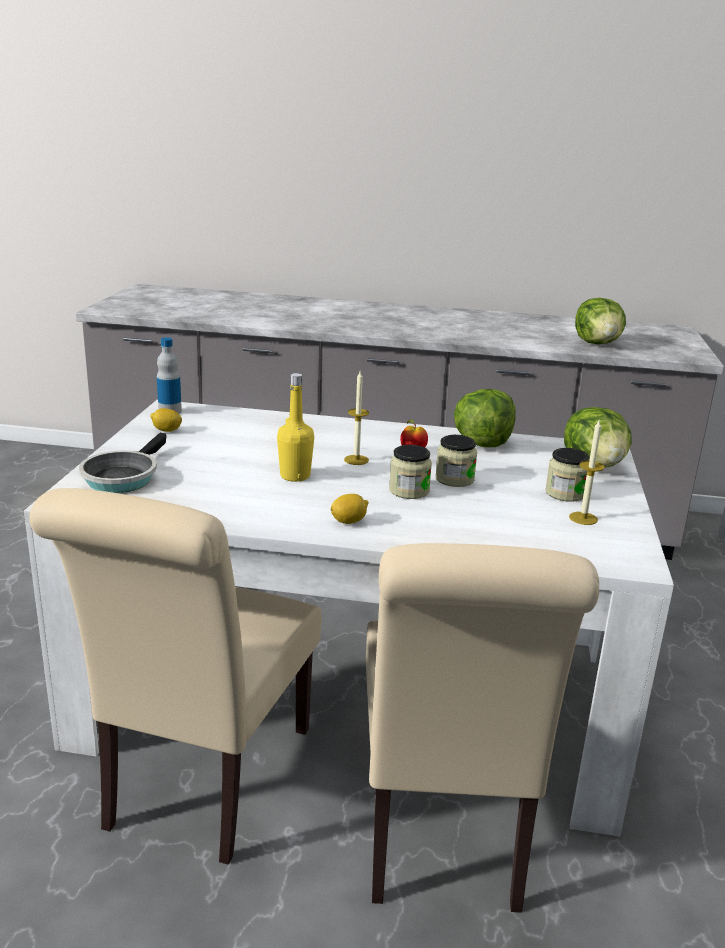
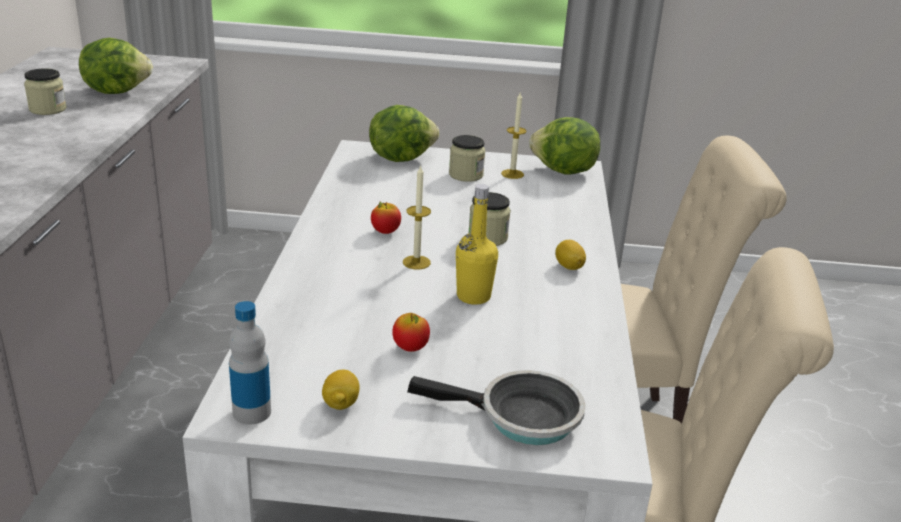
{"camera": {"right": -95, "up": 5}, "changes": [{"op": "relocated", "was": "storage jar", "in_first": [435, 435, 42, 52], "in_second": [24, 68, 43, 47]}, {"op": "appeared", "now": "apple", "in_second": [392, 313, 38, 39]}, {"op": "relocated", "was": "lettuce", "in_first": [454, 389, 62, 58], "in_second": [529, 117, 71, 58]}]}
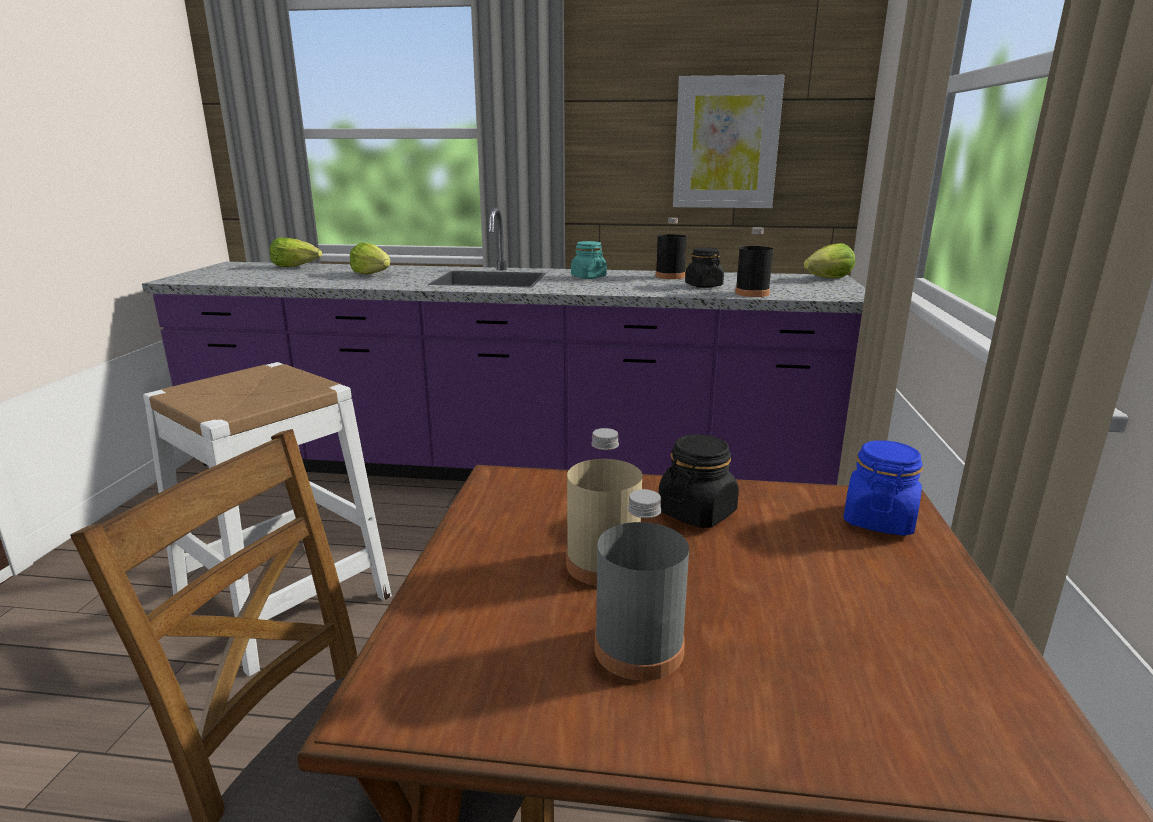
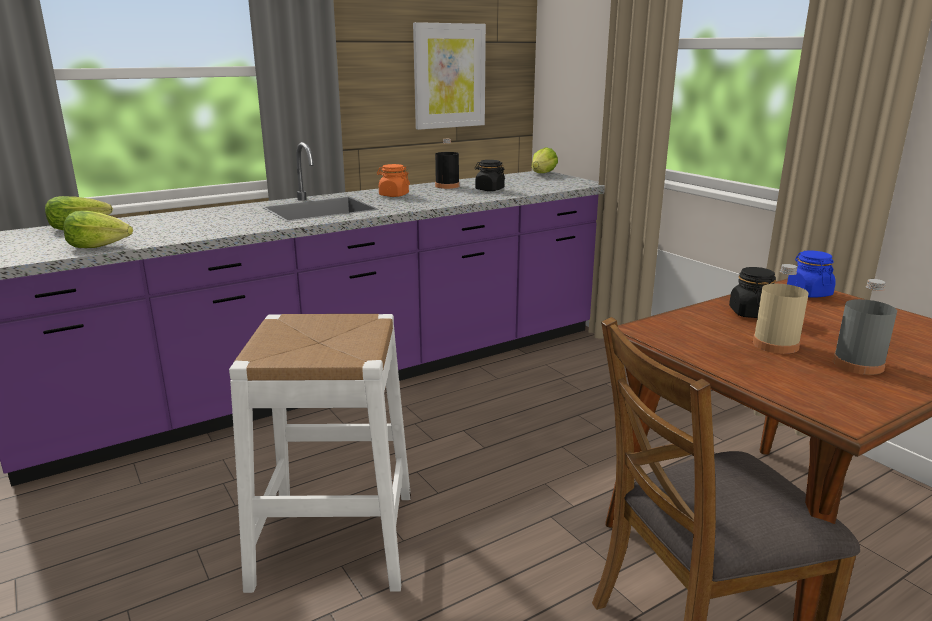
{"camera": {"right": -40, "up": 0}, "changes": [{"op": "relocated", "was": "lettuce", "in_first": [350, 243, 40, 31], "in_second": [63, 211, 70, 37]}, {"op": "colour", "was": "turquoise storage jar", "now": "orangey storage jar", "in_first": [571, 241, 36, 38], "in_second": [377, 164, 33, 33]}, {"op": "missing", "was": "blackish bottle", "in_first": [735, 227, 38, 70]}]}
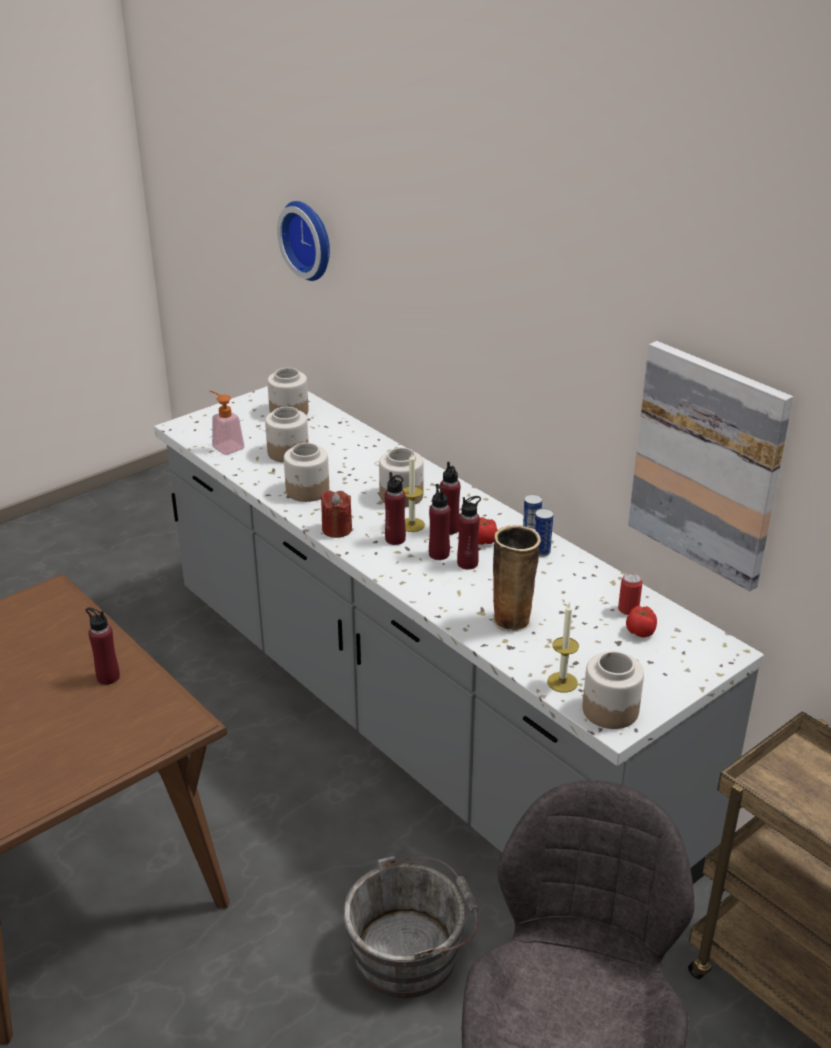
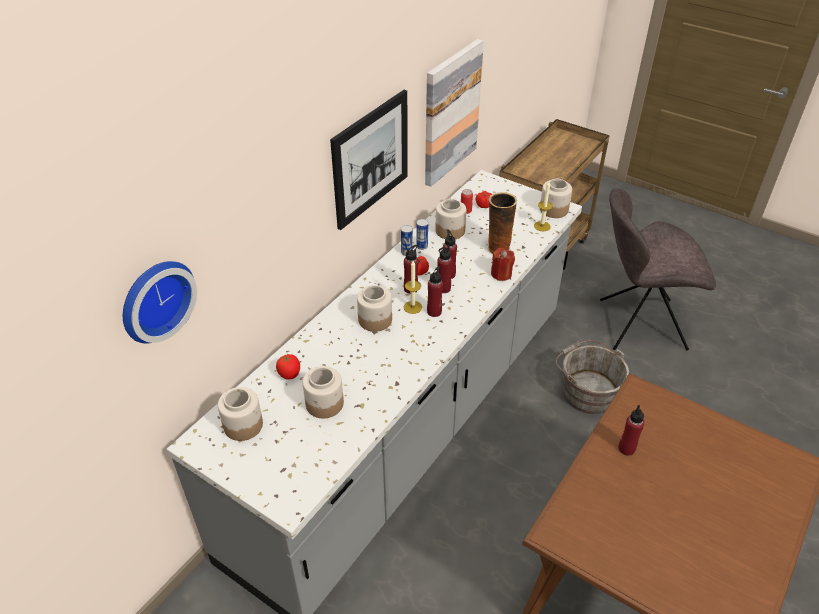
{"camera": {"right": -105, "up": 10}, "changes": [{"op": "appeared", "now": "whole tomato", "in_second": [276, 354, 24, 26]}, {"op": "appeared", "now": "wall art", "in_second": [330, 90, 78, 140]}, {"op": "relocated", "was": "storage jar", "in_first": [284, 443, 45, 59], "in_second": [435, 199, 31, 40]}, {"op": "relocated", "was": "reddish wax light", "in_first": [320, 490, 32, 48], "in_second": [491, 248, 24, 33]}, {"op": "missing", "was": "soap bottle", "in_first": [210, 391, 35, 64]}]}
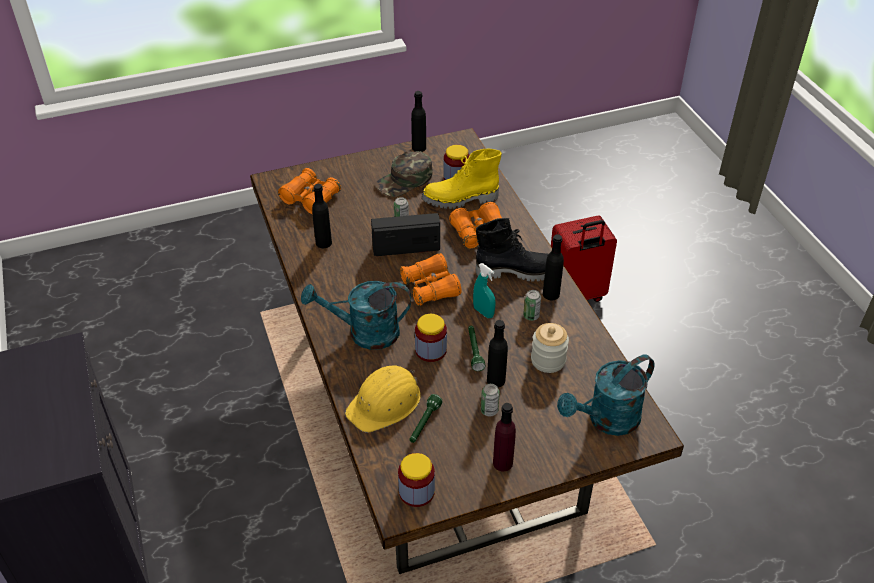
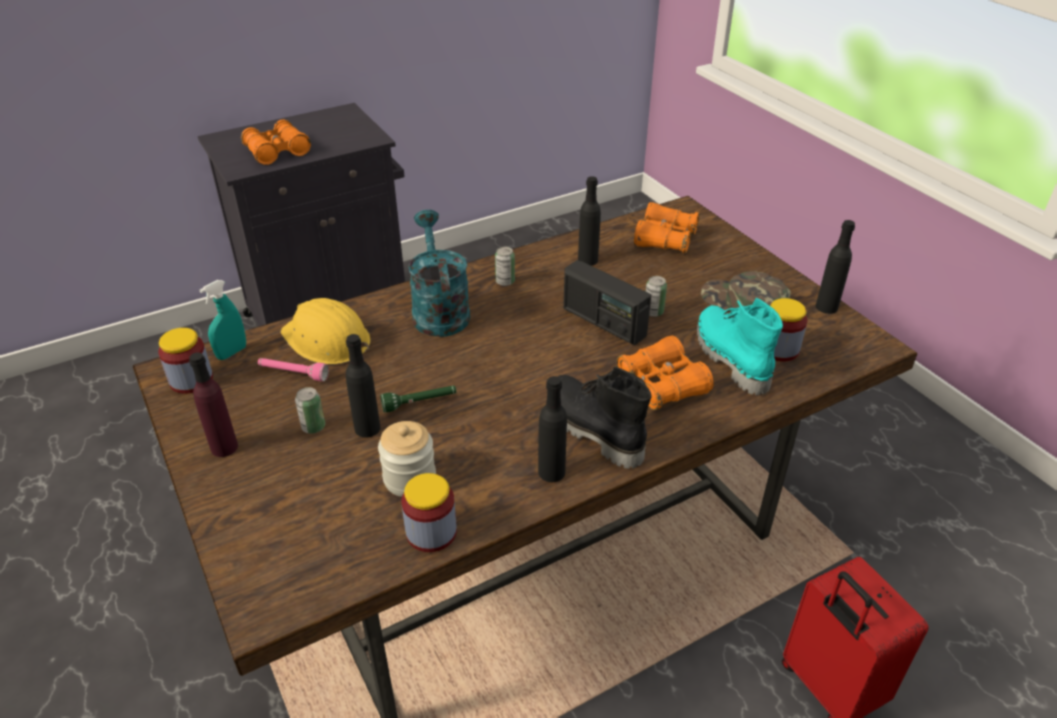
{"camera": {"right": 80, "up": -5}, "changes": [{"op": "relocated", "was": "turquoise hand sprayer", "in_first": [473, 263, 23, 55], "in_second": [199, 280, 47, 80]}, {"op": "relocated", "was": "orangey pair of binoculars", "in_first": [400, 253, 62, 53], "in_second": [241, 119, 70, 46]}, {"op": "colour", "was": "greenish hand torch", "now": "pink-coloured hand torch", "in_first": [410, 394, 32, 49], "in_second": [258, 358, 71, 24]}, {"op": "relocated", "was": "storage jar", "in_first": [415, 314, 32, 48], "in_second": [402, 473, 55, 79]}, {"op": "relocated", "was": "metal can", "in_first": [523, 290, 18, 31], "in_second": [495, 247, 20, 39]}, {"op": "spun", "was": "blackish boot", "in_first": [476, 218, 72, 64], "in_second": [558, 367, 94, 102], "clockwise": 150}, {"op": "spun", "was": "radio receiver", "in_first": [371, 213, 69, 43], "in_second": [563, 260, 88, 85], "clockwise": 150}, {"op": "colour", "was": "yellow-coloured boot", "now": "turquoise boot", "in_first": [422, 149, 80, 60], "in_second": [697, 298, 86, 97]}, {"op": "missing", "was": "turquoise sprinkling can", "in_first": [557, 354, 97, 82]}]}
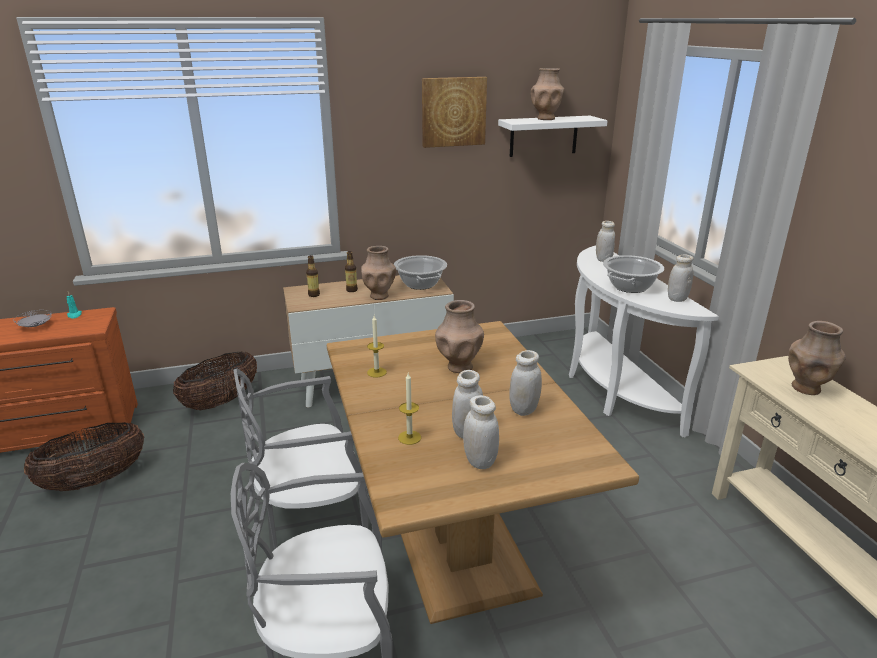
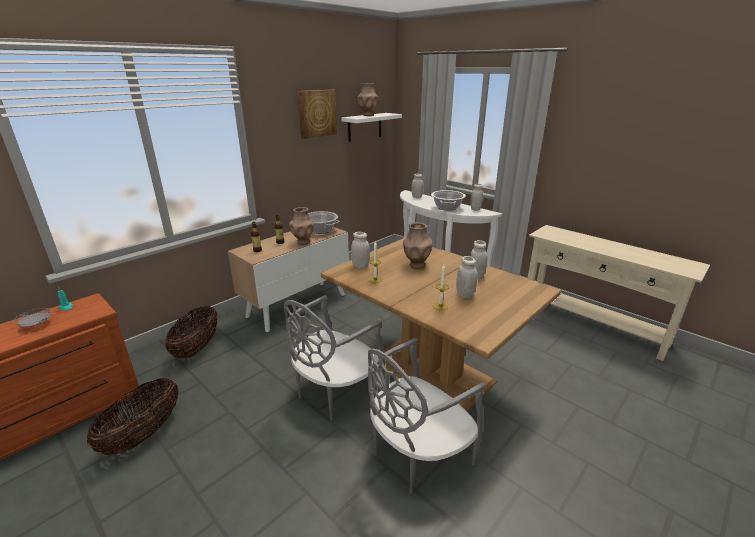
{"camera": {"right": -30, "up": 0}, "changes": [{"op": "relocated", "was": "whitish storage jar", "in_first": [463, 395, 36, 74], "in_second": [351, 232, 19, 37]}, {"op": "missing", "was": "brown-coloured decorative vase", "in_first": [788, 321, 58, 74]}]}
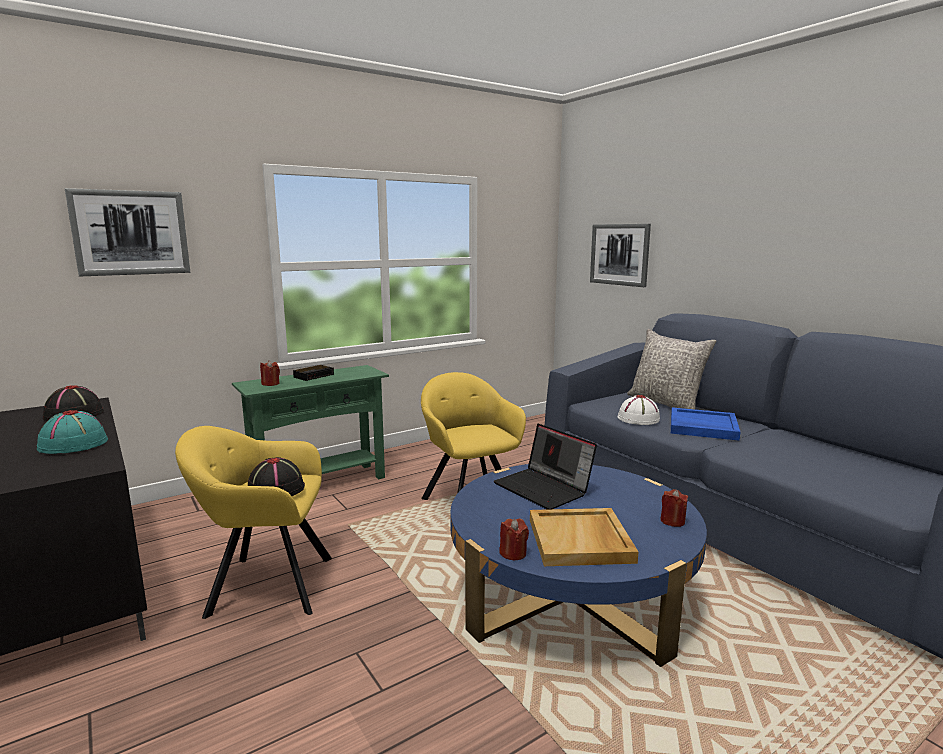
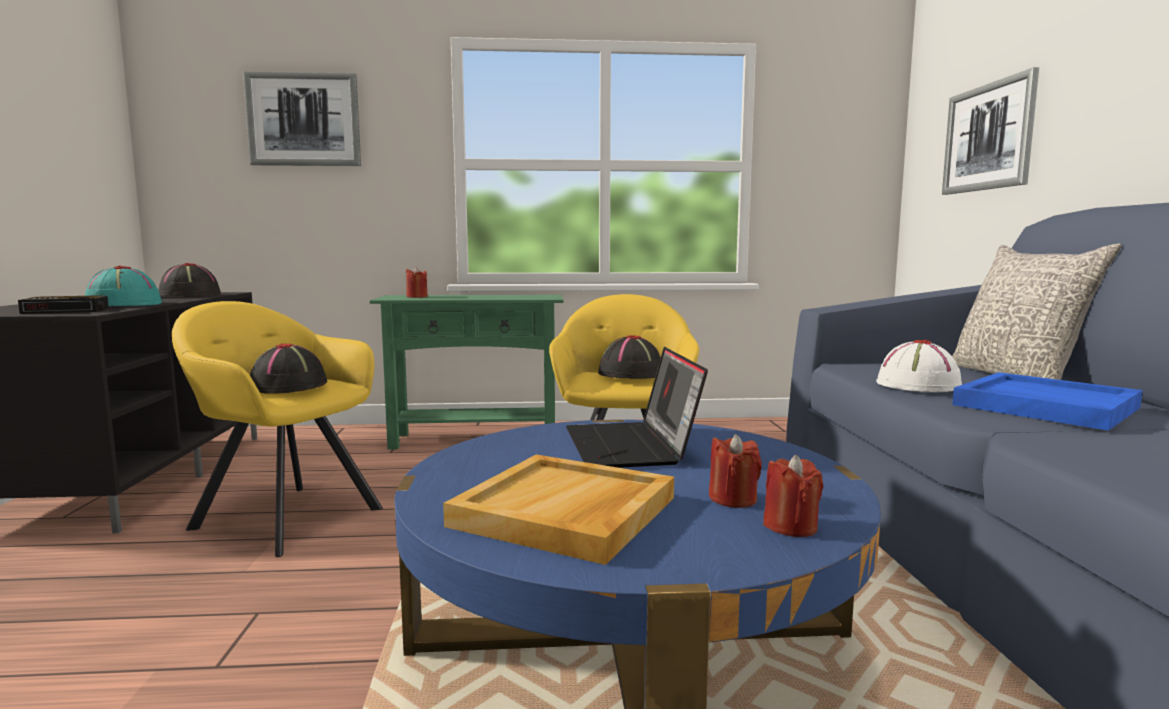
{"camera": {"right": 30, "up": -5}, "changes": [{"op": "relocated", "was": "alarm clock", "in_first": [293, 365, 41, 16], "in_second": [18, 295, 91, 19]}, {"op": "appeared", "now": "blackish wearable hat", "in_second": [598, 335, 63, 44]}, {"op": "relocated", "was": "reddish wax light", "in_first": [499, 519, 30, 41], "in_second": [709, 434, 53, 74]}]}
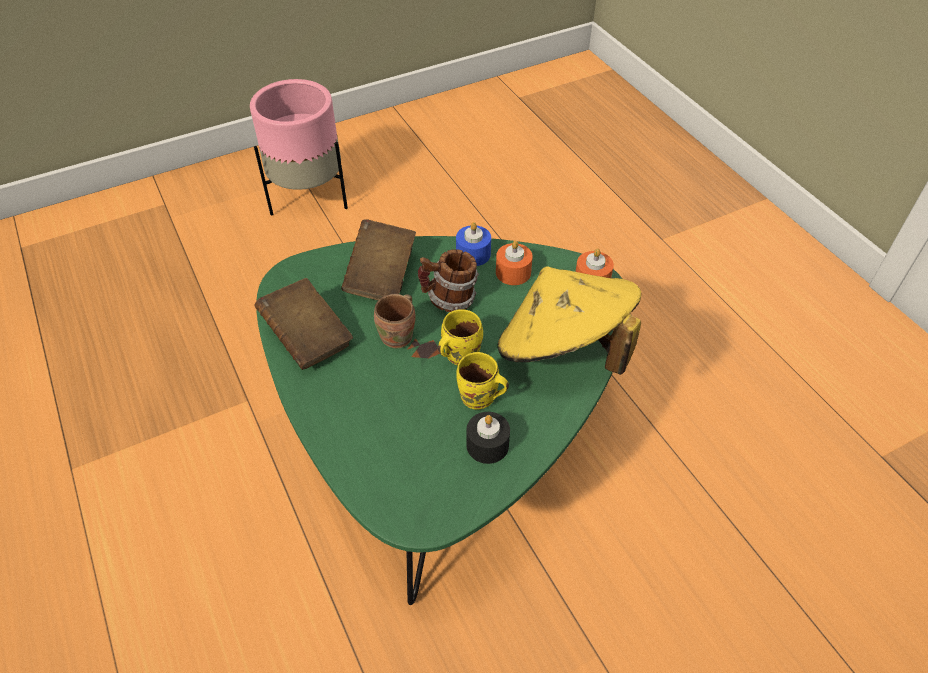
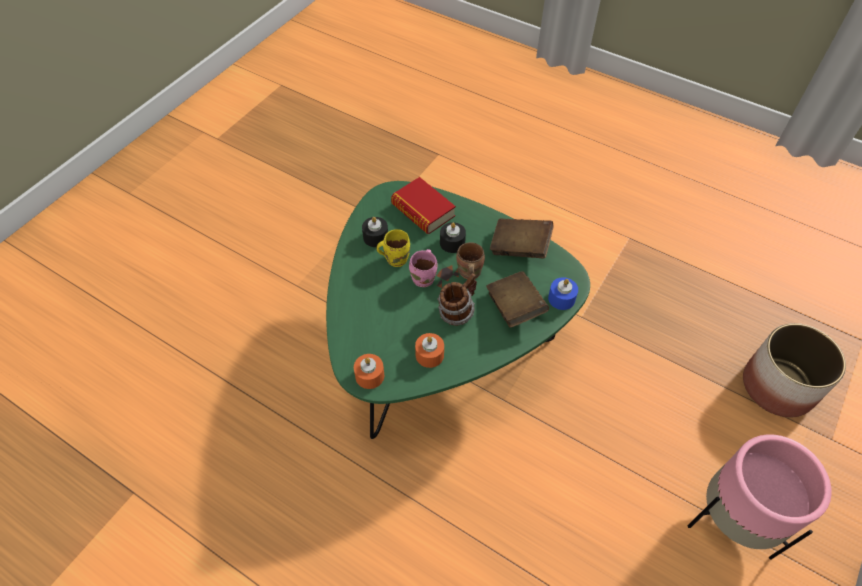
{"camera": {"right": 150, "up": 5}, "changes": [{"op": "appeared", "now": "volume", "in_second": [391, 177, 65, 57]}, {"op": "colour", "was": "yellow-coloured mug", "now": "pink-coloured mug", "in_first": [438, 309, 45, 56], "in_second": [409, 249, 29, 38]}, {"op": "appeared", "now": "blackish wax light", "in_second": [440, 222, 26, 31]}, {"op": "relocated", "was": "blue wax light", "in_first": [456, 222, 35, 44], "in_second": [548, 277, 30, 33]}, {"op": "appeared", "now": "plant pot", "in_second": [743, 323, 103, 94]}, {"op": "missing", "was": "yellow-coloured wearable hat", "in_first": [498, 266, 143, 109]}]}
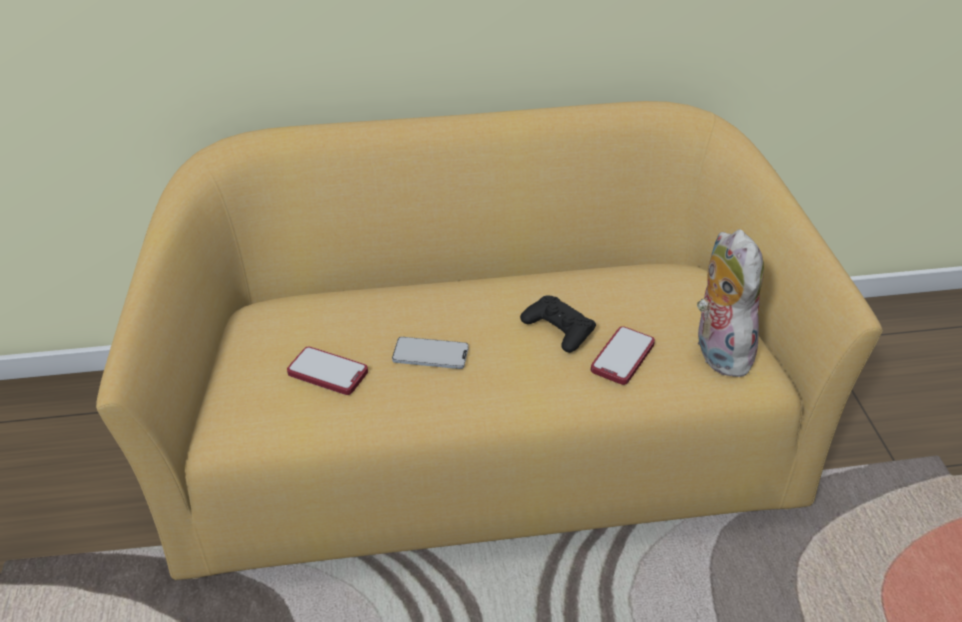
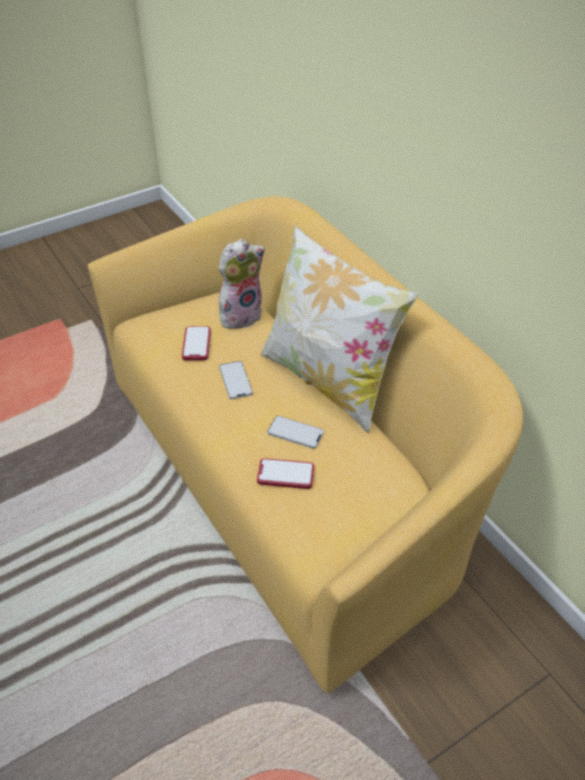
{"camera": {"right": 65, "up": 5}, "changes": [{"op": "relocated", "was": "soft toy", "in_first": [697, 229, 67, 148], "in_second": [219, 239, 46, 90]}, {"op": "appeared", "now": "throw pillow", "in_second": [260, 225, 159, 208]}, {"op": "exchanged", "was": "blackish joypad", "now": "handset", "in_first": [520, 296, 76, 57], "in_second": [267, 416, 57, 33]}]}
